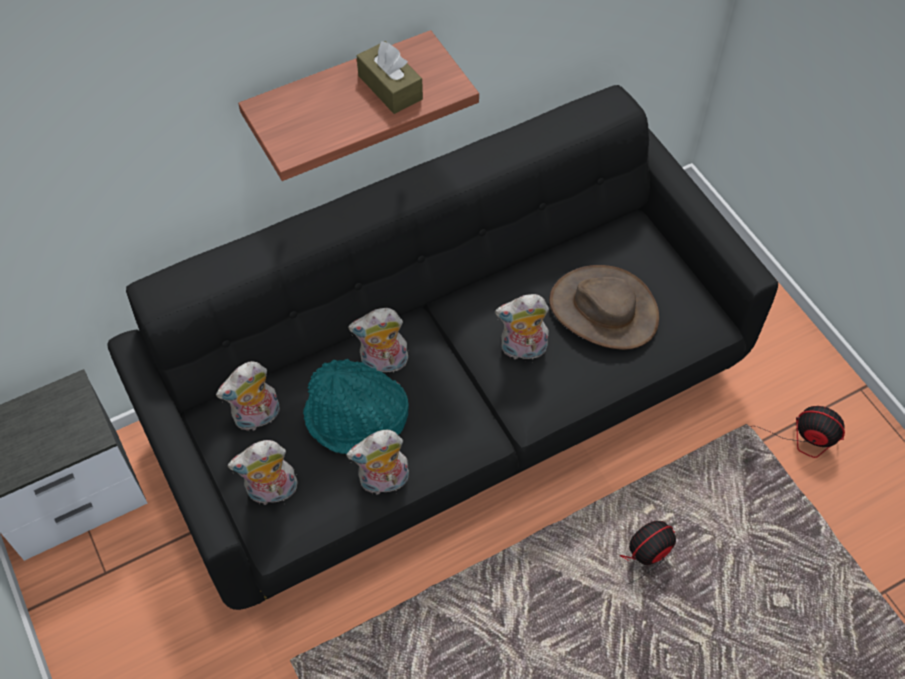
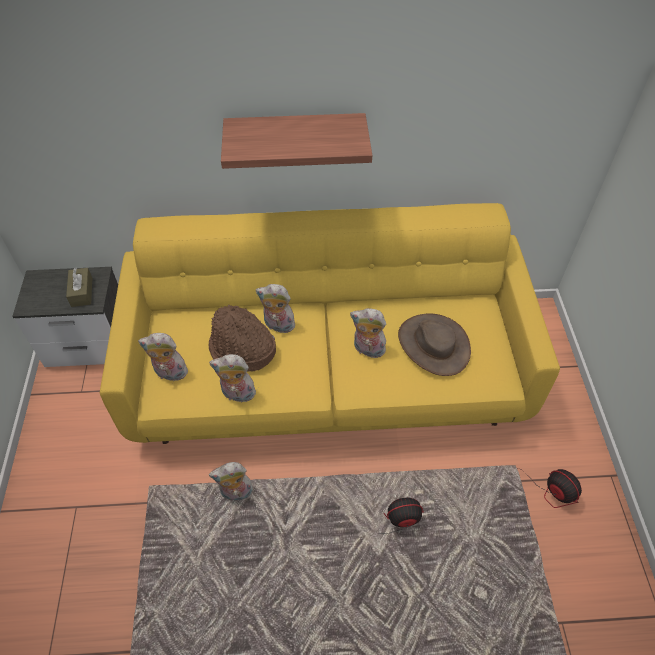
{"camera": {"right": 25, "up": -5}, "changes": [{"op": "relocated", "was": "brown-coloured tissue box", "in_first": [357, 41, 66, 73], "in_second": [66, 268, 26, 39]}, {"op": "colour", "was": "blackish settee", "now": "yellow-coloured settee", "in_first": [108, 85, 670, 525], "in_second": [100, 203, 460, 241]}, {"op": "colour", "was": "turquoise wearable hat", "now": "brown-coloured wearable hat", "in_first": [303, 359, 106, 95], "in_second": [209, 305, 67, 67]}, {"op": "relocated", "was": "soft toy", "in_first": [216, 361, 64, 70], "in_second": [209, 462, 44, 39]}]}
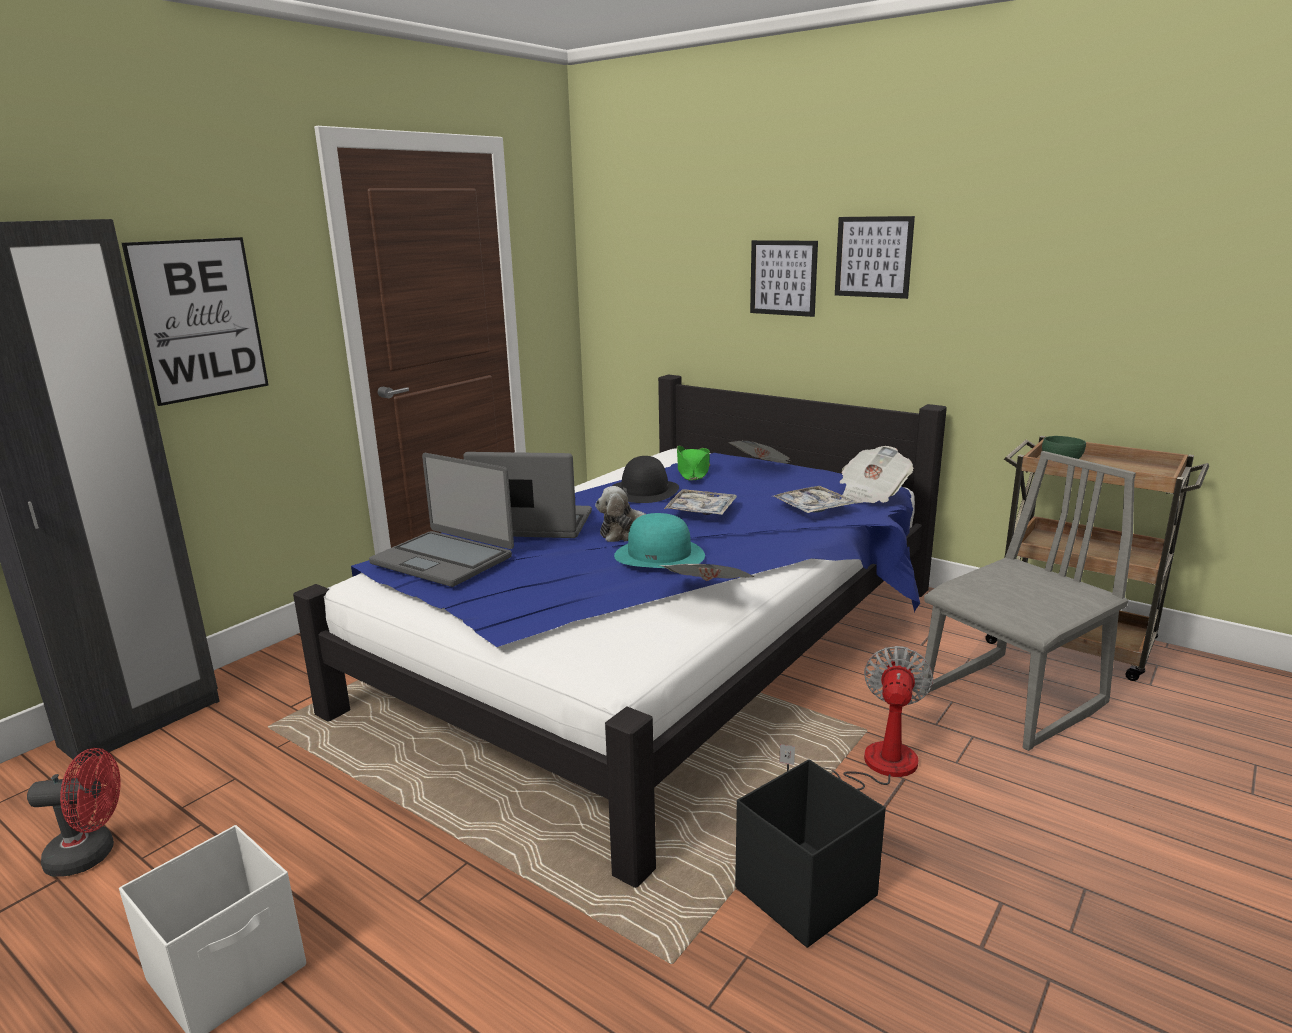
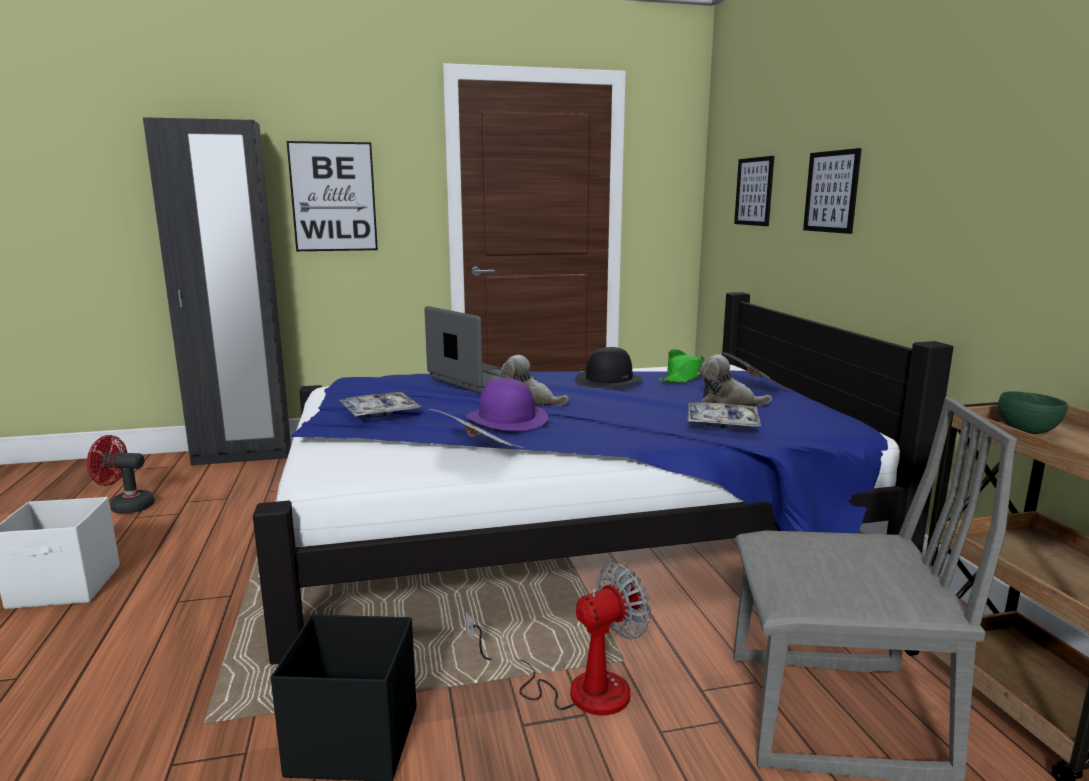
{"camera": {"right": 40, "up": -5}, "changes": [{"op": "spun", "was": "reddish fan", "in_first": [27, 748, 94, 129], "in_second": [87, 435, 68, 78], "clockwise": 150}, {"op": "relocated", "was": "serving tray", "in_first": [664, 489, 73, 26], "in_second": [339, 392, 82, 25]}, {"op": "colour", "was": "turquoise wearable hat", "now": "purple wearable hat", "in_first": [614, 513, 91, 55], "in_second": [466, 378, 82, 53]}, {"op": "appeared", "now": "soft toy", "in_second": [699, 355, 73, 51]}, {"op": "relocated", "was": "wall art", "in_first": [835, 216, 80, 83], "in_second": [734, 156, 40, 70]}, {"op": "missing", "was": "laptop", "in_first": [369, 453, 145, 134]}, {"op": "missing", "was": "newspaper", "in_first": [840, 446, 73, 57]}]}
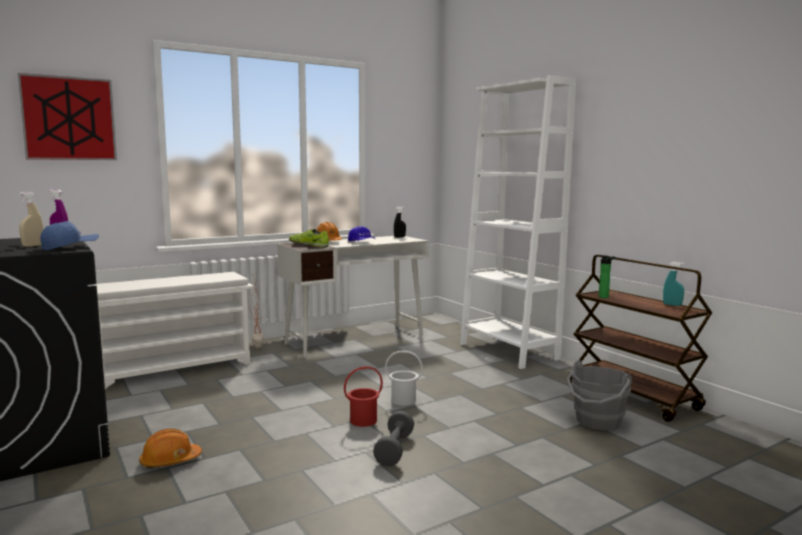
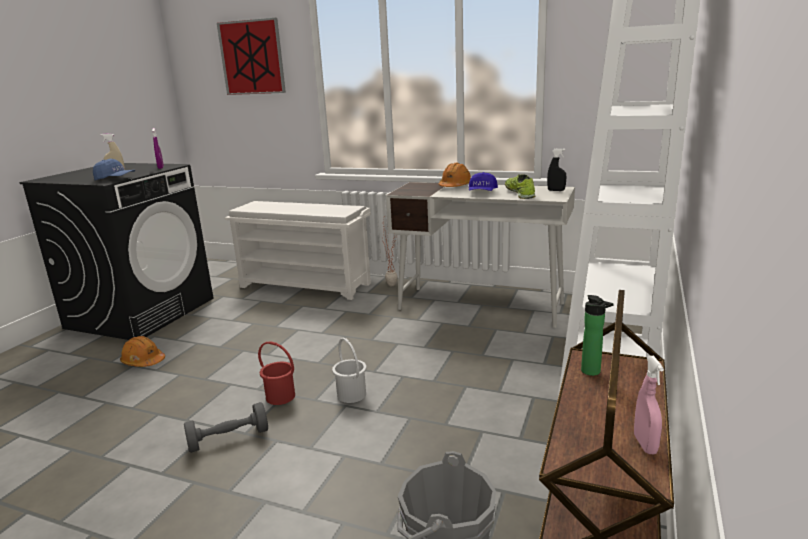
{"camera": {"right": 55, "up": 10}, "changes": [{"op": "relocated", "was": "item of footwear", "in_first": [289, 229, 40, 18], "in_second": [505, 174, 30, 25]}, {"op": "colour", "was": "turquoise hand sprayer", "now": "pink-coloured hand sprayer", "in_first": [663, 262, 21, 44], "in_second": [634, 356, 30, 98]}]}
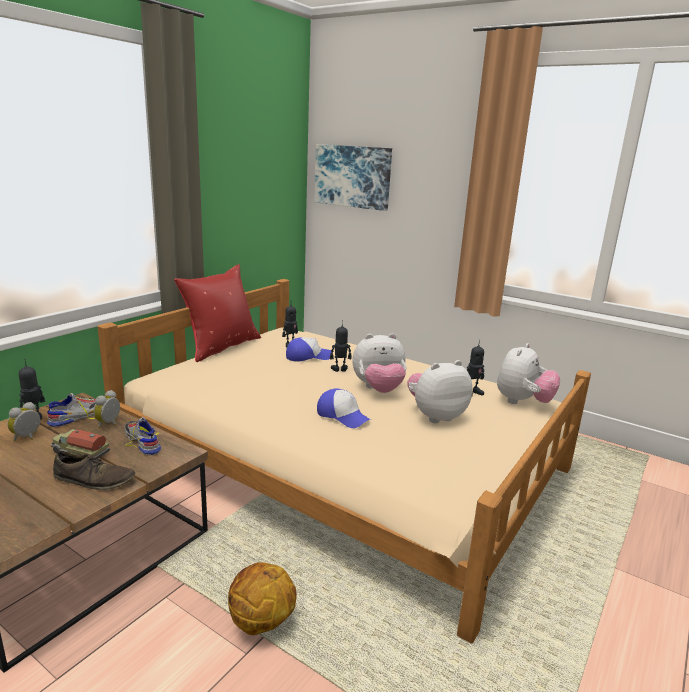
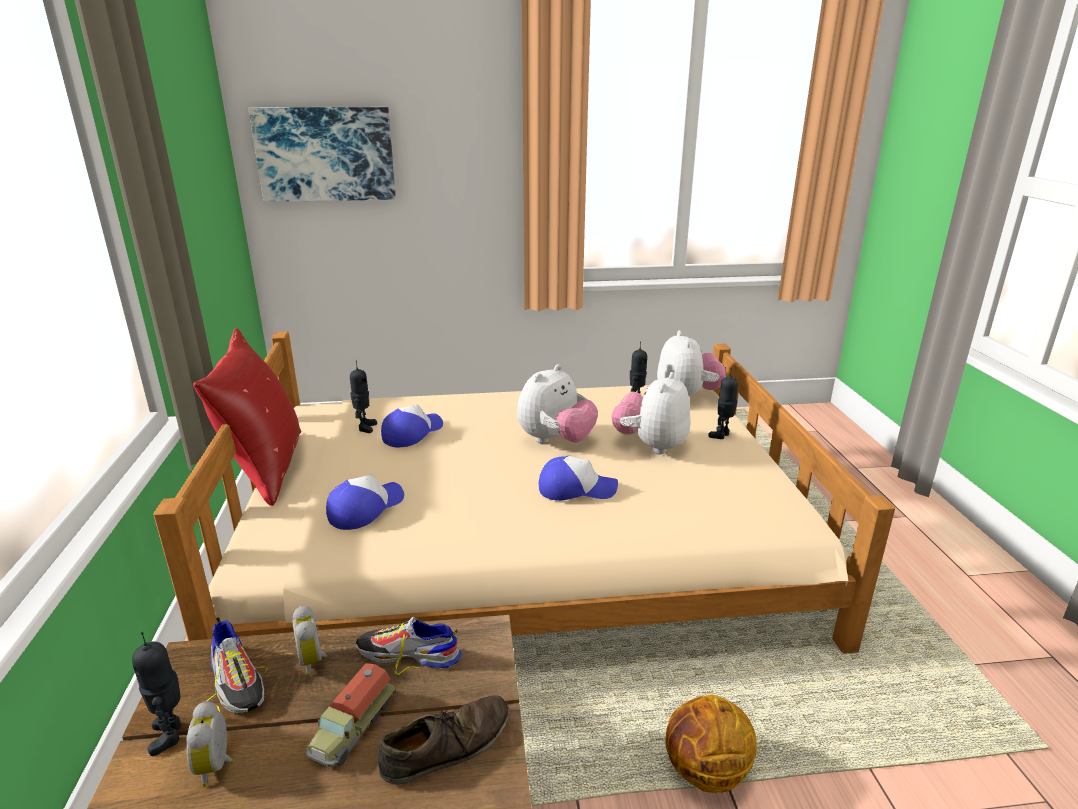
{"camera": {"right": -40, "up": 5}, "changes": [{"op": "spun", "was": "item of footwear", "in_first": [46, 393, 50, 34], "in_second": [207, 617, 61, 96], "clockwise": 150}, {"op": "spun", "was": "model truck", "in_first": [51, 429, 59, 30], "in_second": [306, 663, 90, 104], "clockwise": -45}, {"op": "appeared", "now": "cap", "in_second": [326, 475, 78, 55]}, {"op": "relocated", "was": "model robot", "in_first": [330, 320, 22, 52], "in_second": [708, 368, 30, 71]}]}
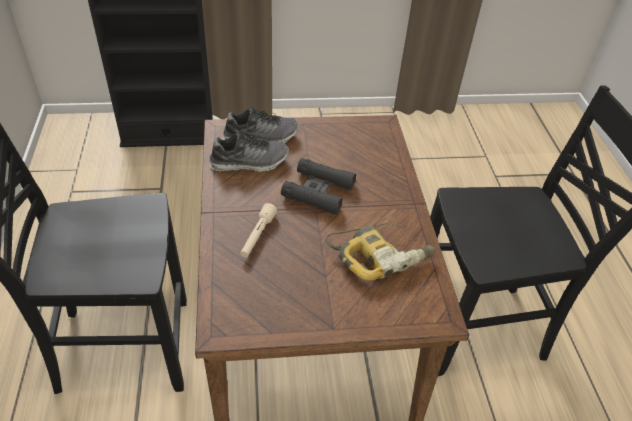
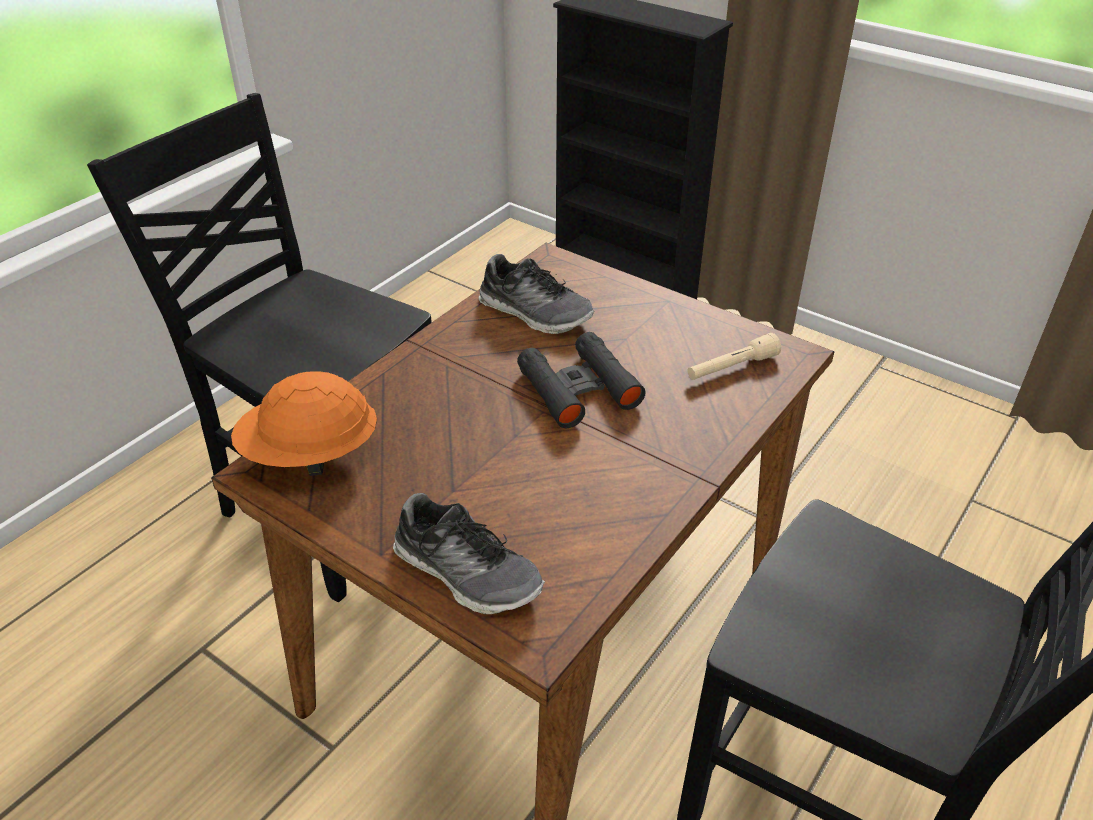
{"camera": {"right": 45, "up": -5}, "changes": [{"op": "appeared", "now": "orangey hard hat", "in_second": [231, 371, 146, 105]}, {"op": "relocated", "was": "item of footwear", "in_first": [223, 108, 76, 35], "in_second": [393, 493, 152, 121]}, {"op": "relocated", "was": "beige hand torch", "in_first": [240, 203, 37, 55], "in_second": [688, 333, 93, 47]}, {"op": "missing", "was": "power drill", "in_first": [326, 223, 110, 58]}]}
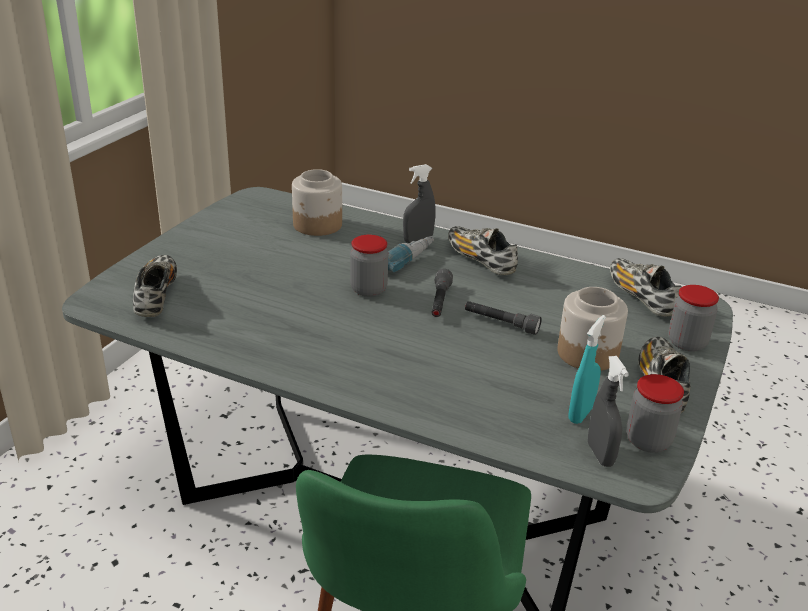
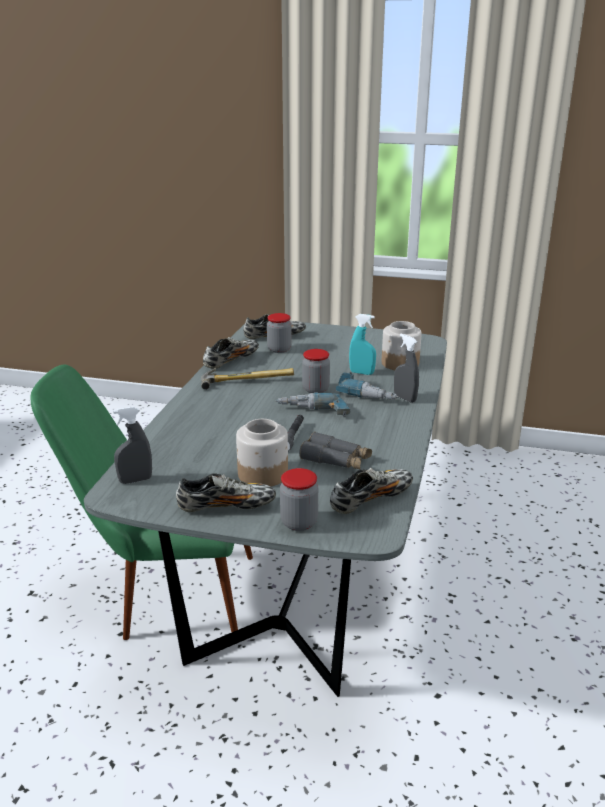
{"camera": {"right": 80, "up": -5}, "changes": [{"op": "appeared", "now": "hand hammer", "in_second": [201, 368, 93, 22]}, {"op": "relocated", "was": "item of footwear", "in_first": [448, 226, 70, 49], "in_second": [203, 337, 56, 32]}, {"op": "relocated", "was": "storage jar", "in_first": [626, 374, 58, 79], "in_second": [267, 313, 25, 40]}, {"op": "exchanged", "was": "grey hand torch", "now": "power drill", "in_first": [431, 269, 22, 48], "in_second": [276, 392, 75, 25]}, {"op": "appeared", "now": "grey pair of binoculars", "in_second": [299, 432, 73, 38]}, {"op": "relocated", "was": "turquoise hand sprayer", "in_first": [568, 315, 38, 109], "in_second": [349, 314, 27, 61]}]}
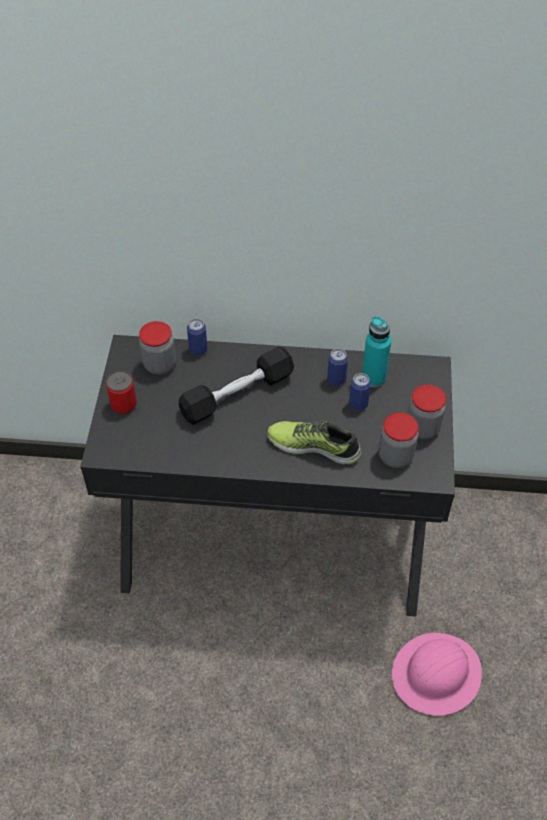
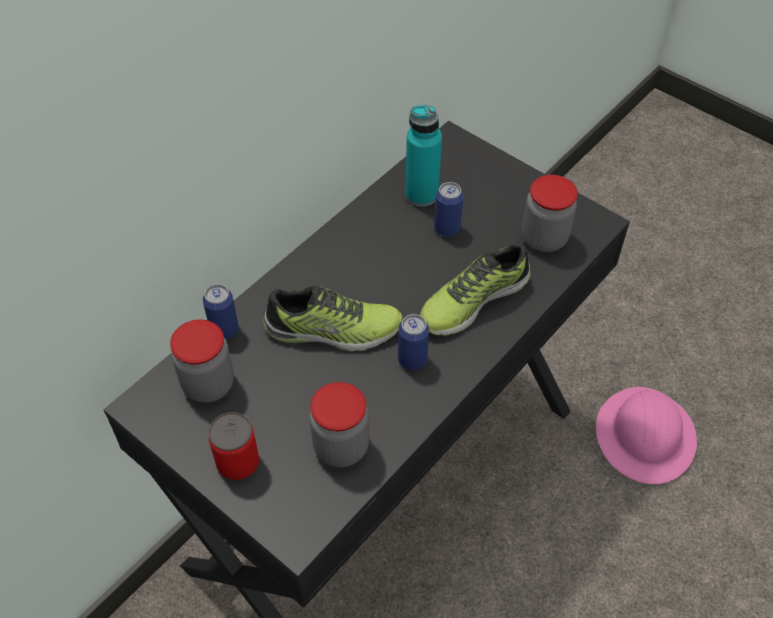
{"camera": {"right": -55, "up": 0}, "changes": [{"op": "exchanged", "was": "blackish free weight", "now": "item of footwear", "in_first": [179, 347, 115, 78], "in_second": [263, 286, 139, 65]}, {"op": "relocated", "was": "storage jar", "in_first": [407, 384, 39, 55], "in_second": [309, 382, 60, 86]}, {"op": "relocated", "was": "metal can", "in_first": [327, 348, 21, 38], "in_second": [398, 314, 31, 56]}]}
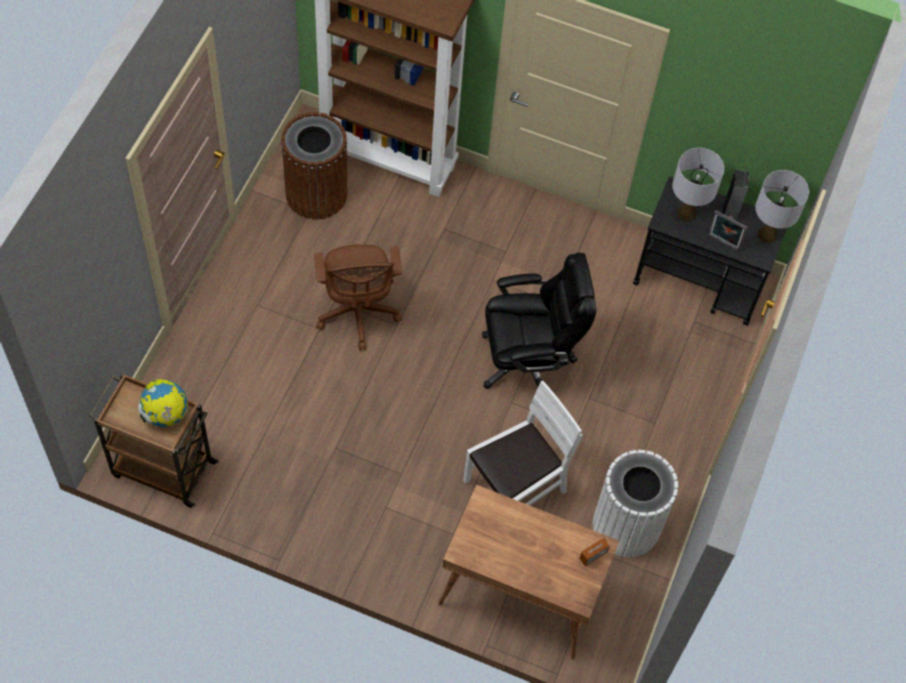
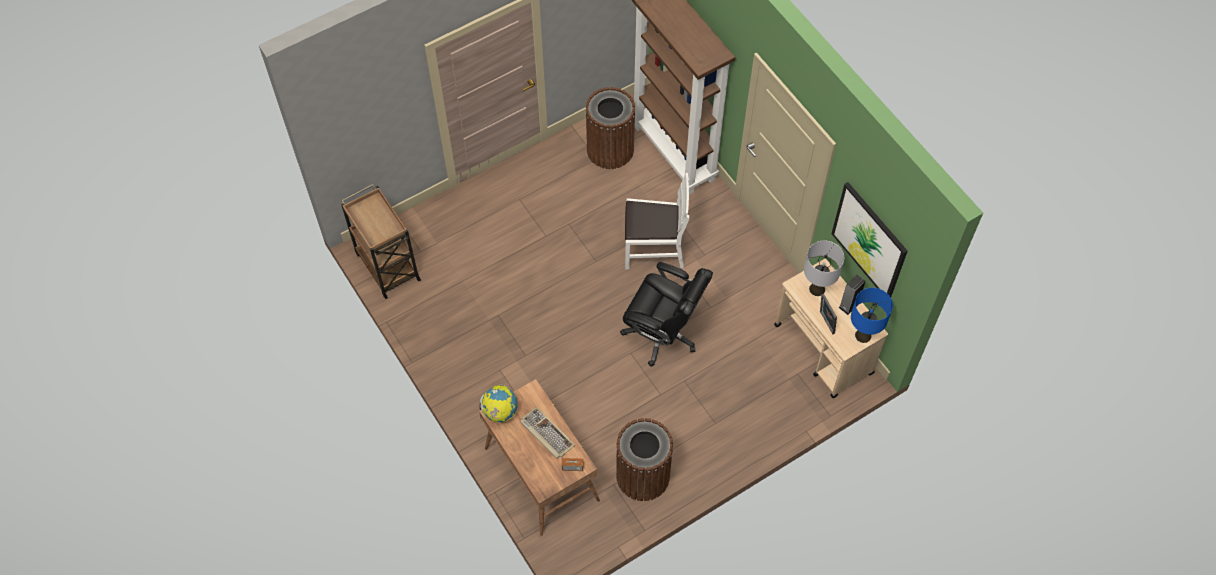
{"camera": {"right": 40, "up": 0}, "changes": [{"op": "relocated", "was": "globe", "in_first": [138, 379, 50, 48], "in_second": [480, 385, 38, 38]}, {"op": "appeared", "now": "PC keyboard", "in_second": [520, 407, 55, 52]}, {"op": "colour", "was": "whitish trash can", "now": "brown-coloured trash can", "in_first": [593, 450, 85, 107], "in_second": [616, 418, 57, 83]}, {"op": "relocated", "was": "whitish upright chair", "in_first": [463, 381, 120, 125], "in_second": [625, 173, 64, 96]}, {"op": "colour", "was": "blackish cart", "now": "beige cart", "in_first": [633, 177, 154, 149], "in_second": [774, 259, 114, 139]}, {"op": "appeared", "now": "wall art", "in_second": [831, 182, 77, 115]}, {"op": "colour", "was": "grey table lamp", "now": "blue table lamp", "in_first": [755, 170, 54, 73], "in_second": [851, 288, 42, 55]}, {"op": "missing", "was": "brown-coloured office chair", "in_first": [314, 244, 88, 106]}]}
